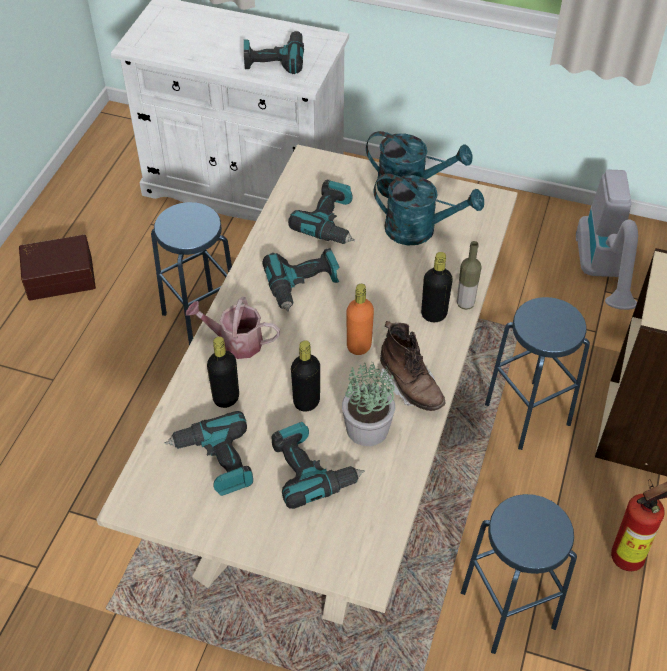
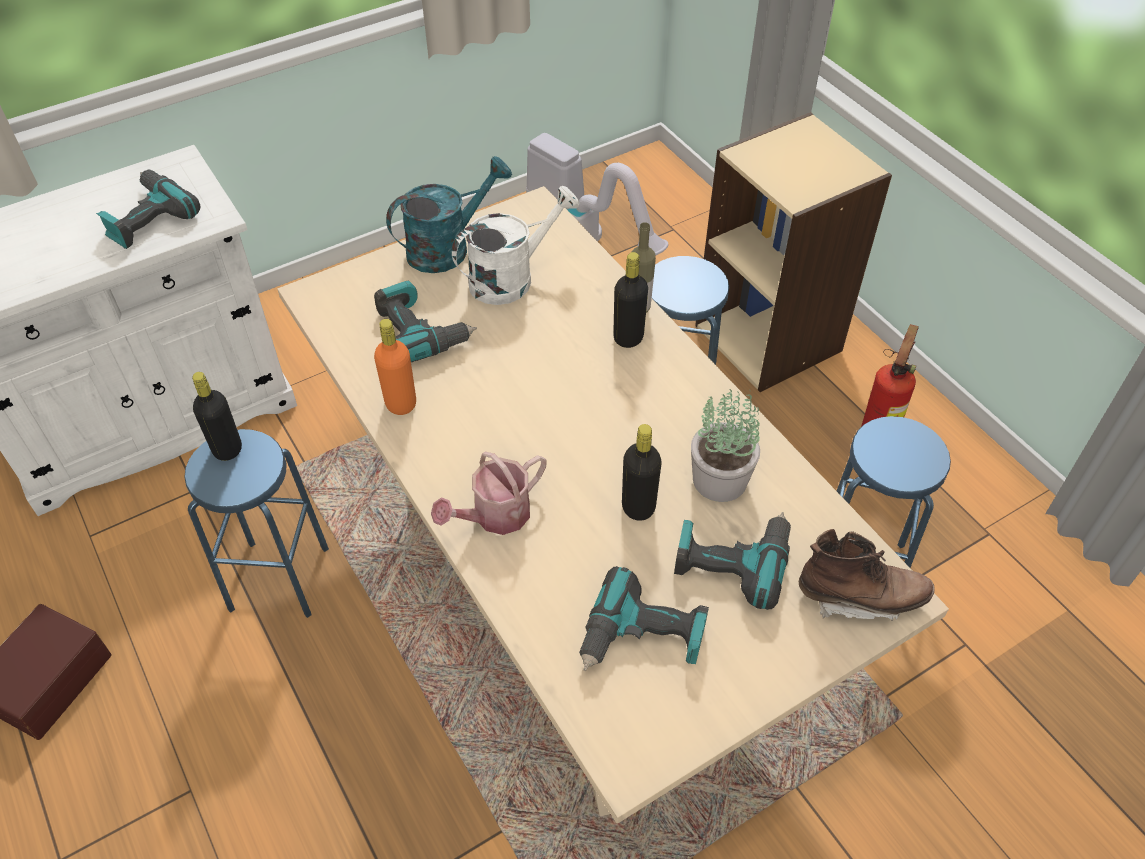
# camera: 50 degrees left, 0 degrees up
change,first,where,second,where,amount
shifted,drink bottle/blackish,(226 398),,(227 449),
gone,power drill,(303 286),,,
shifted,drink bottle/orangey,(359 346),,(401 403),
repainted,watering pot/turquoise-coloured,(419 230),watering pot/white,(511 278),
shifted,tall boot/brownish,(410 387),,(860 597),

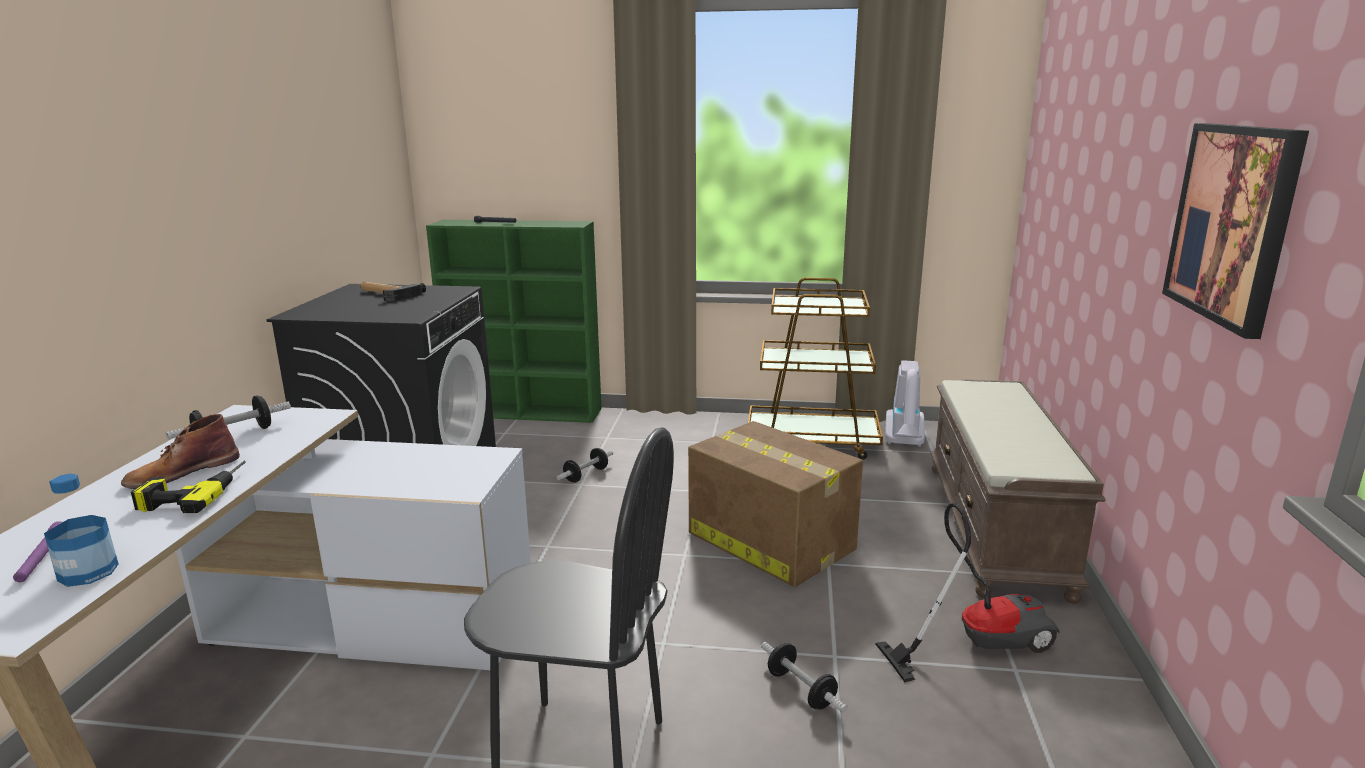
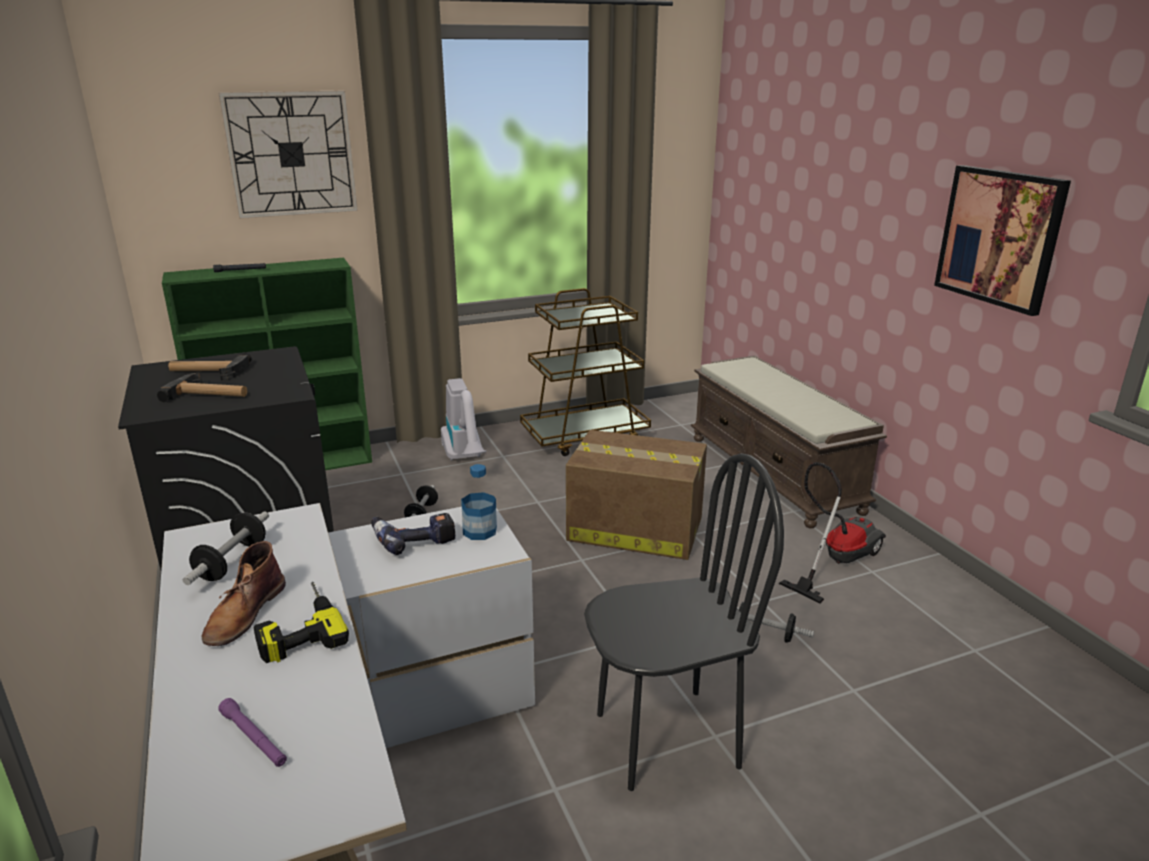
# camera: 30 degrees left, 5 degrees up
change,first,where,second,where,amount
shifted,drink bottle,(88 572),,(479 531),
shifted,vacuum,(904 445),,(465 459),
new,,,hammer,(209 394),
new,,,hanging clock,(291 154),
new,,,power drill,(414 539),

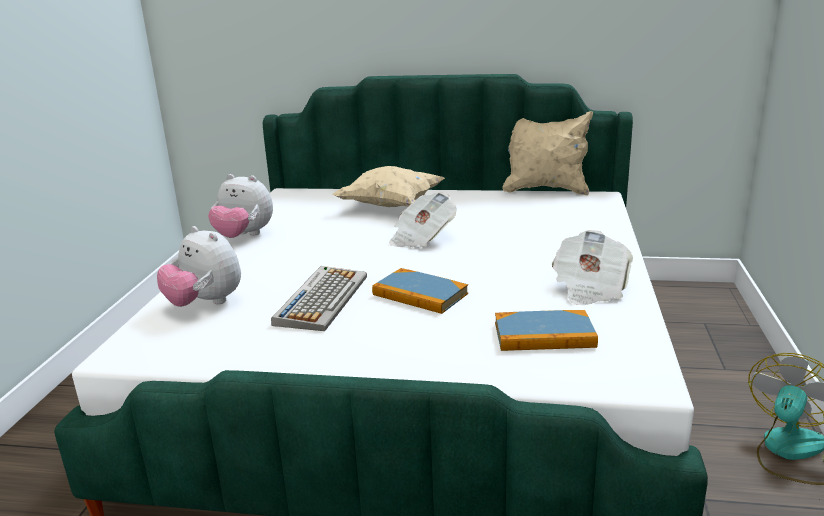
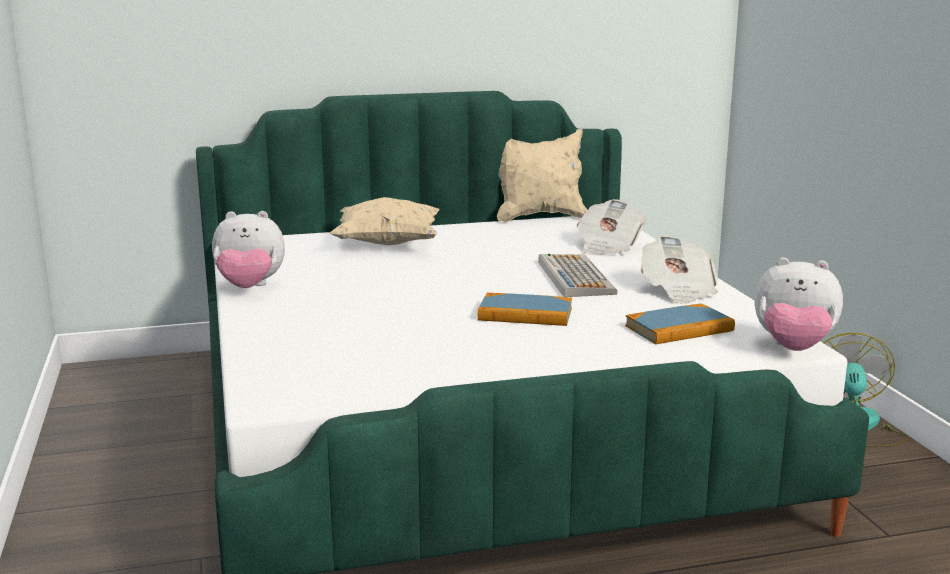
# camera: 25 degrees left, 5 degrees down
change,first,where,second,where,amount
shifted,soft toy,(205 303),,(793 348),
shifted,keyboard,(321 299),,(574 277),
shifted,newspaper,(421 238),,(607 247),

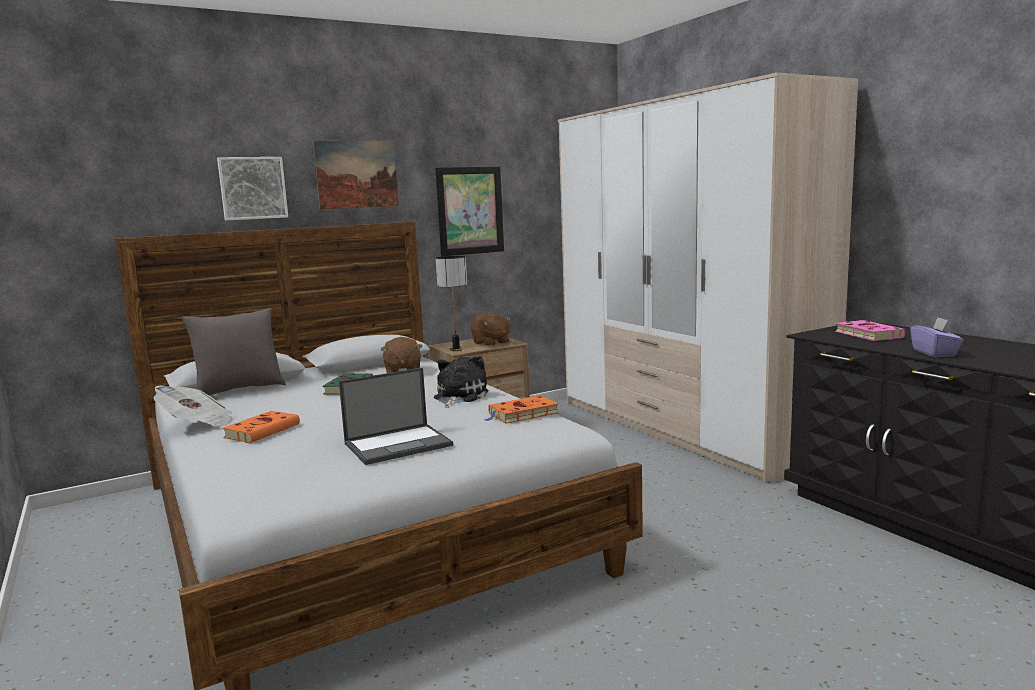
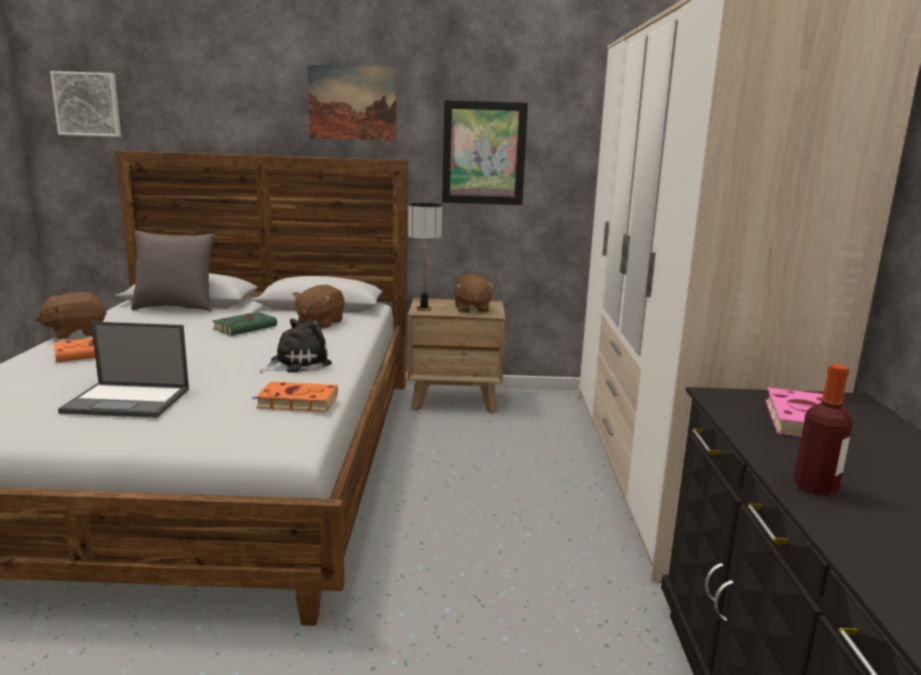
# camera: 30 degrees right, 5 degrees up
change,first,where,second,where,amount
swapped,newspaper,(197 424),soft toy/brownish,(76 333),
shifted,wall art,(252 188),,(88 104),
swapped,box of tissues/purplish,(935 353),drink bottle,(815 487),

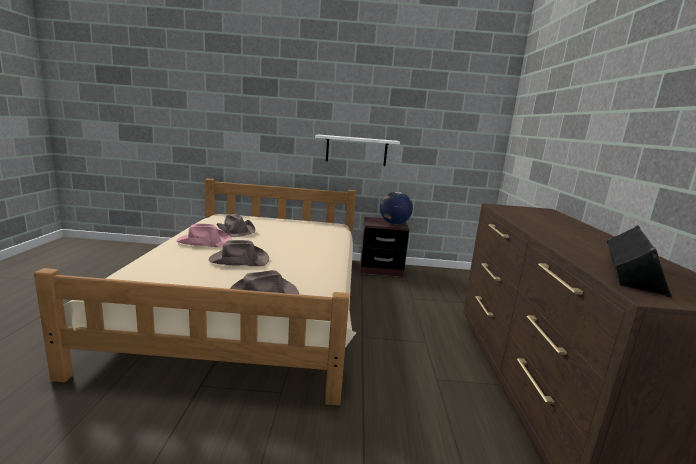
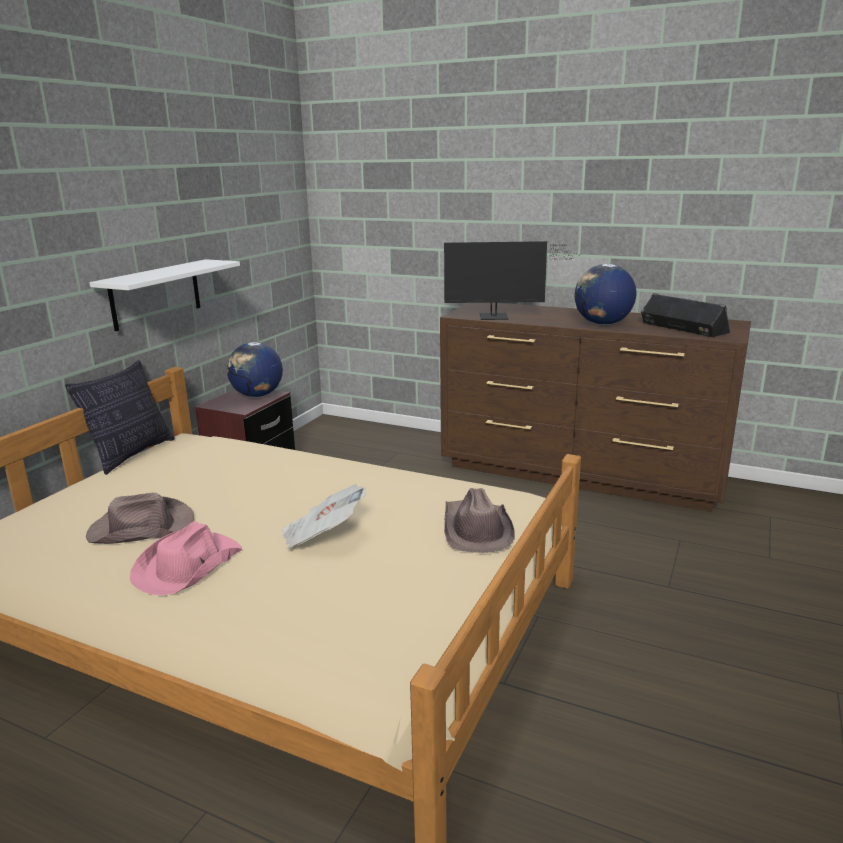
# camera: 65 degrees left, 5 degrees up
change,first,where,second,where,amount
swapped,hat/brownish,(238 260),newspaper,(322 536),
new,,,throw pillow,(131 454),
new,,,computer display,(499 317),
new,,,globe,(602 324),

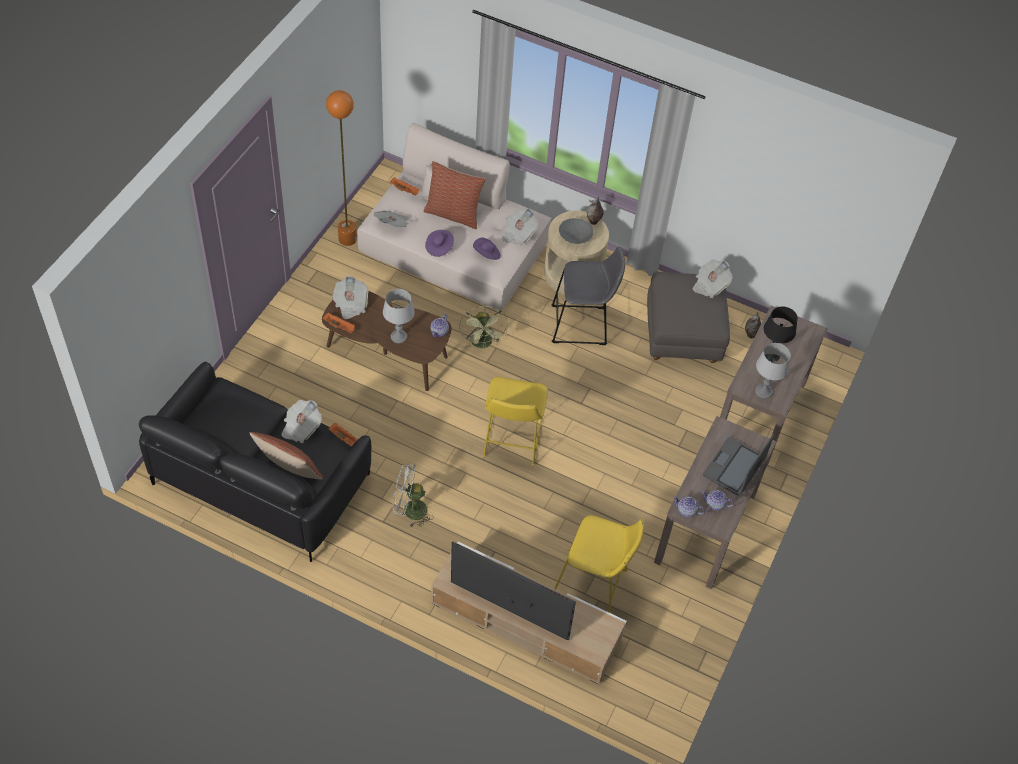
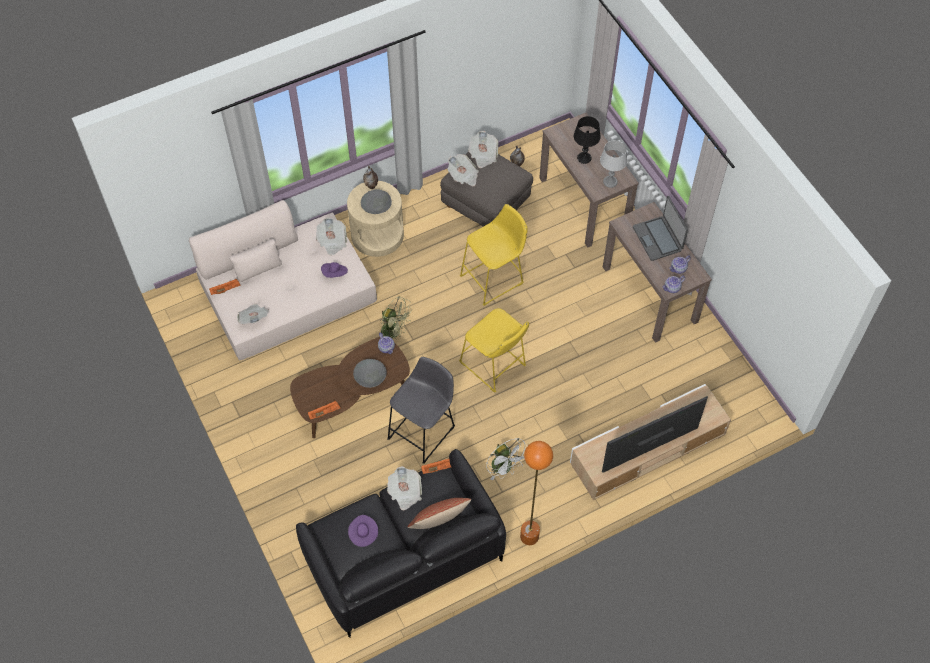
# camera: 50 degrees left, 5 degrees up
change,first,where,second,where,amount
shifted,standing lamp/orangey,(347 239),,(529 536),
shifted,newspaper,(350 304),,(463 176),
swapped,lamp for a table/greyish,(399 337),serving bowl/greyish,(370 377),
rotated,electric fan/white,(409 510),,(505 468),75 degrees counterclockwise
gone,throw pillow,(453 214),,,
shifted,hat/purplish,(439 247),,(363 534),
shifted,sitting stool/greyish,(582 326),,(424 430),
shifted,sitting stool/yellowish,(593 584),,(494 278),

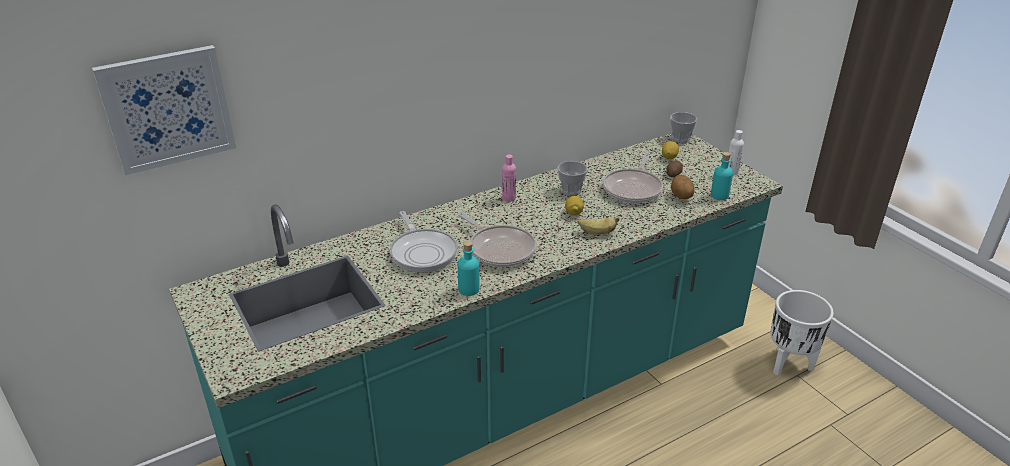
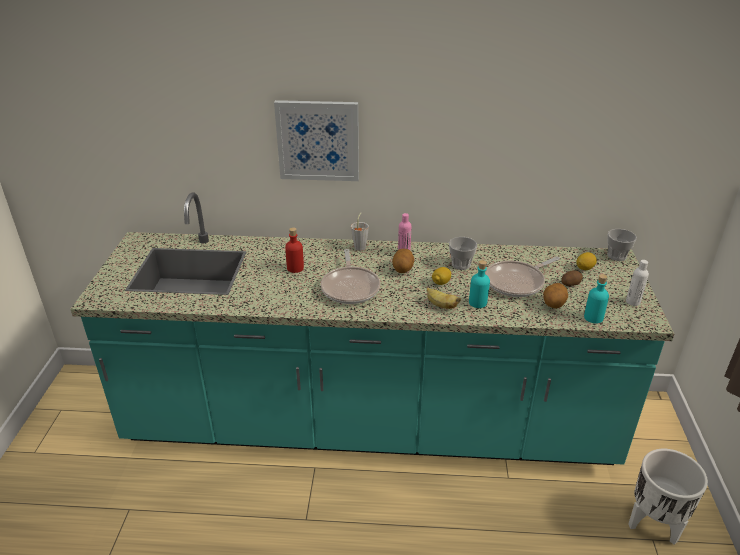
# camera: 35 degrees right, 0 degrees up
change,first,where,second,where,amount
shifted,wall art,(167 109),,(318 140),
swapped,skillet,(422 252),drink bottle/reddish,(295 268),
shifted,drink bottle/turquoise-coloured,(469 289),,(477 302),
new,,,cup/greyish,(360 246),
new,,,potato,(403 269),

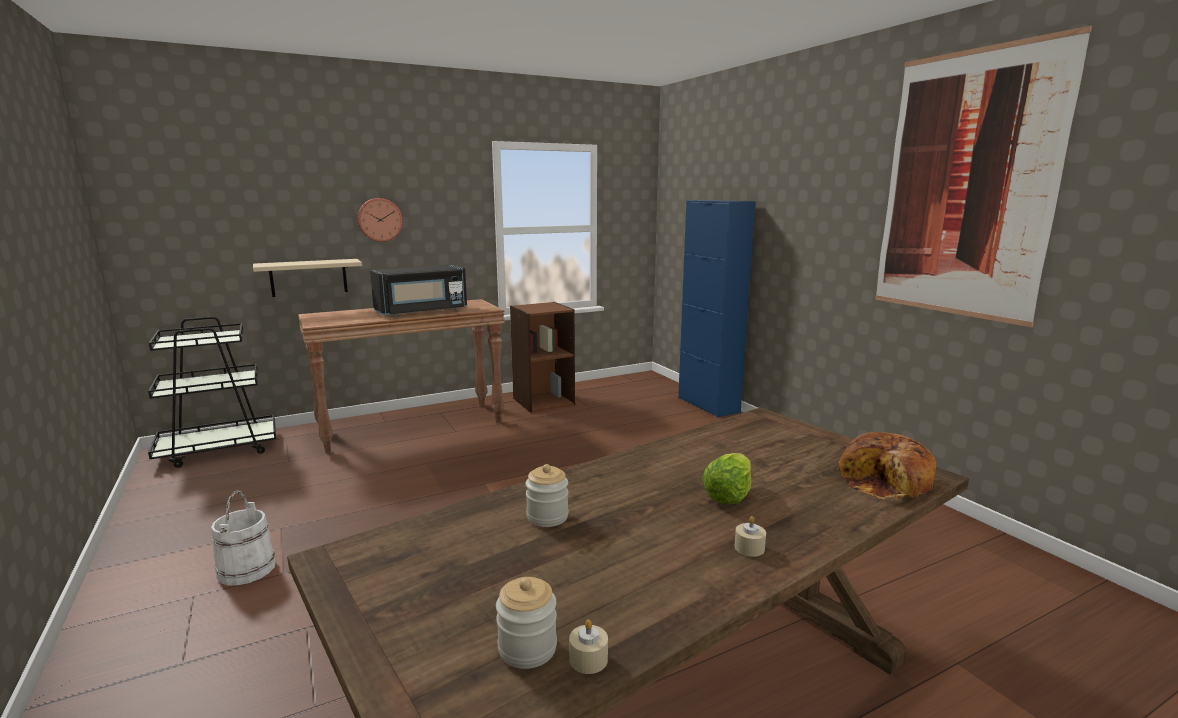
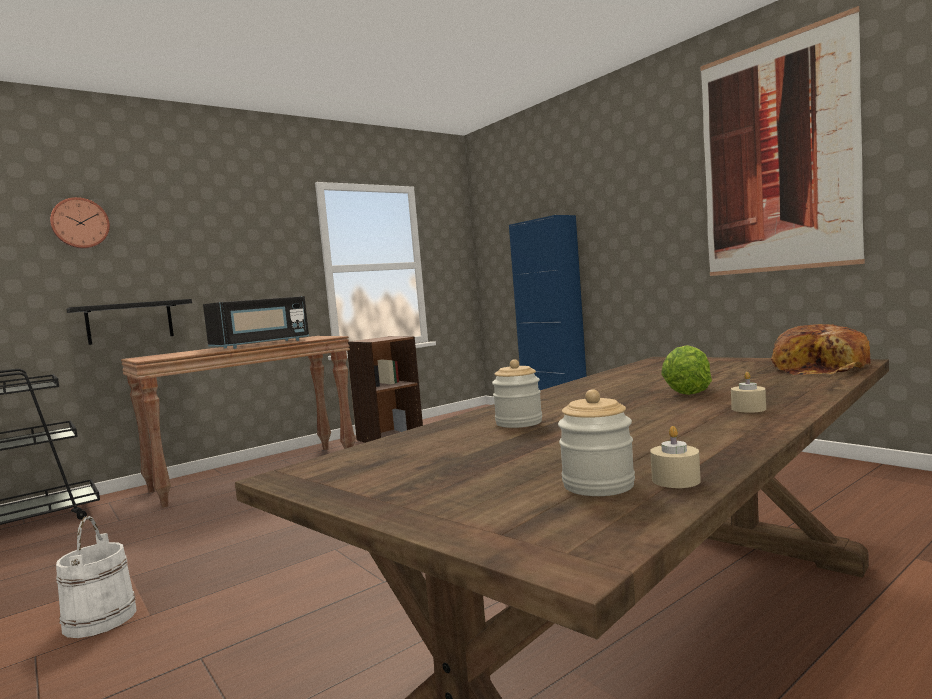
# camera: 10 degrees left, 10 degrees down
change,first,where,second,where,amount
repainted,shelf/beige-coloured,(308 277),shelf/blackish,(130 322),
shifted,hanging clock,(379 219),,(80 223),

